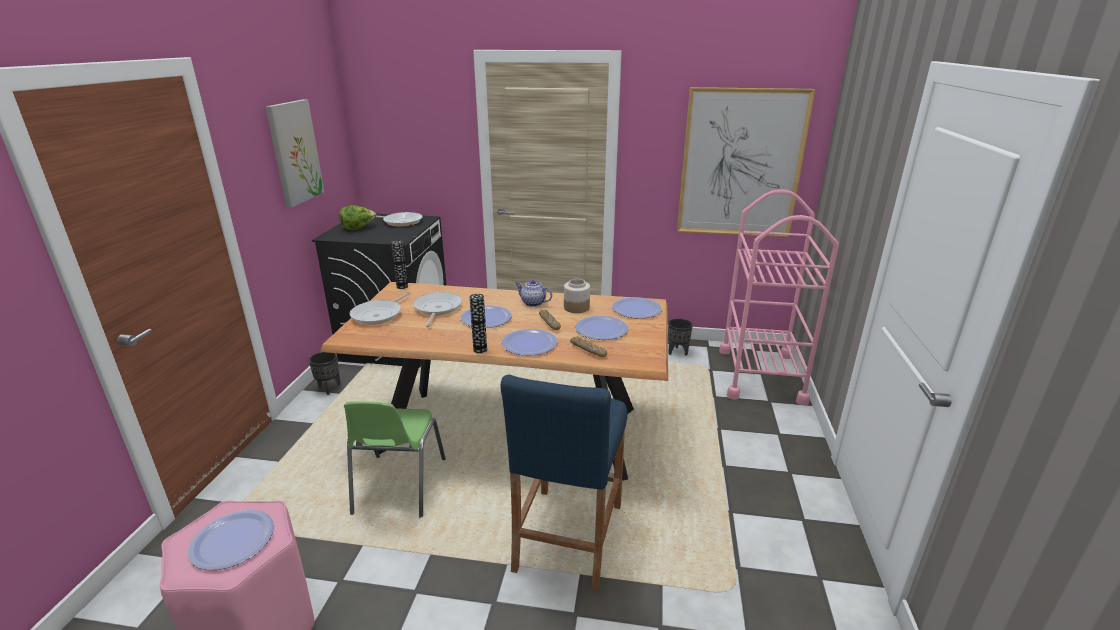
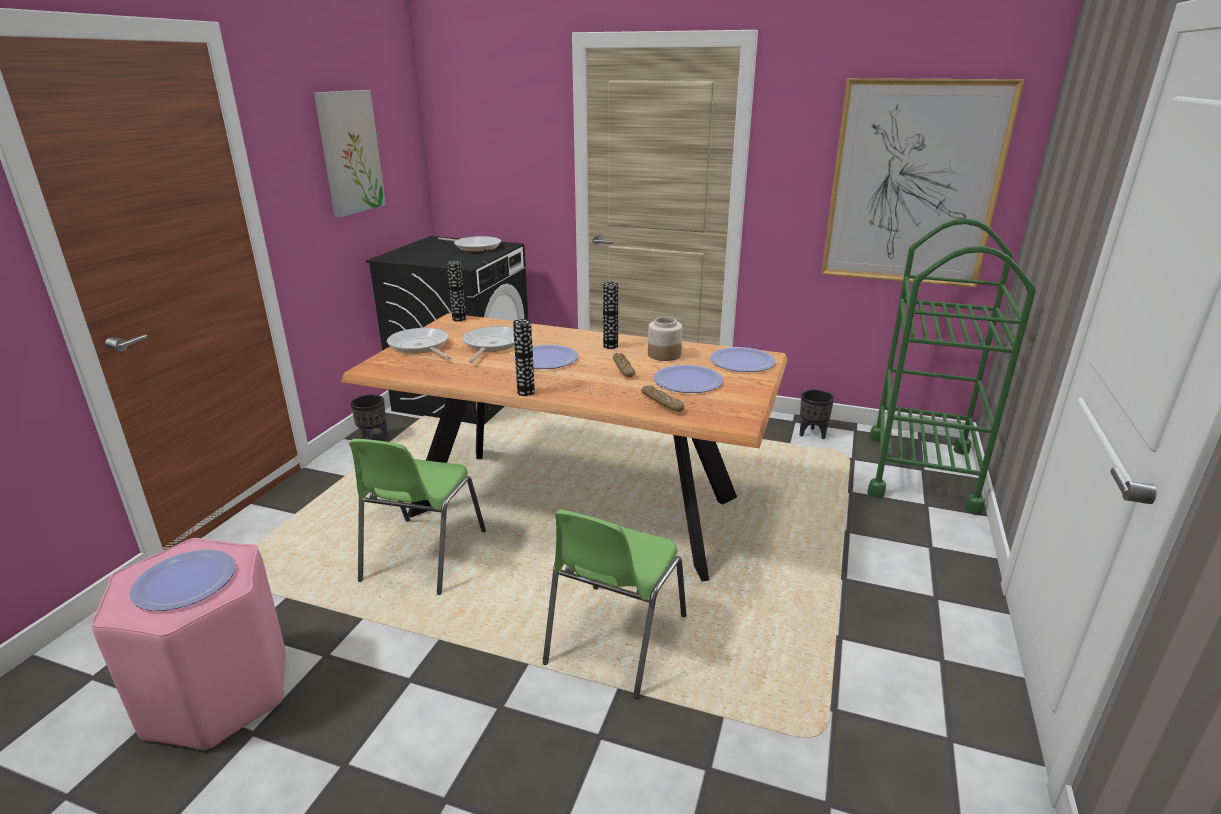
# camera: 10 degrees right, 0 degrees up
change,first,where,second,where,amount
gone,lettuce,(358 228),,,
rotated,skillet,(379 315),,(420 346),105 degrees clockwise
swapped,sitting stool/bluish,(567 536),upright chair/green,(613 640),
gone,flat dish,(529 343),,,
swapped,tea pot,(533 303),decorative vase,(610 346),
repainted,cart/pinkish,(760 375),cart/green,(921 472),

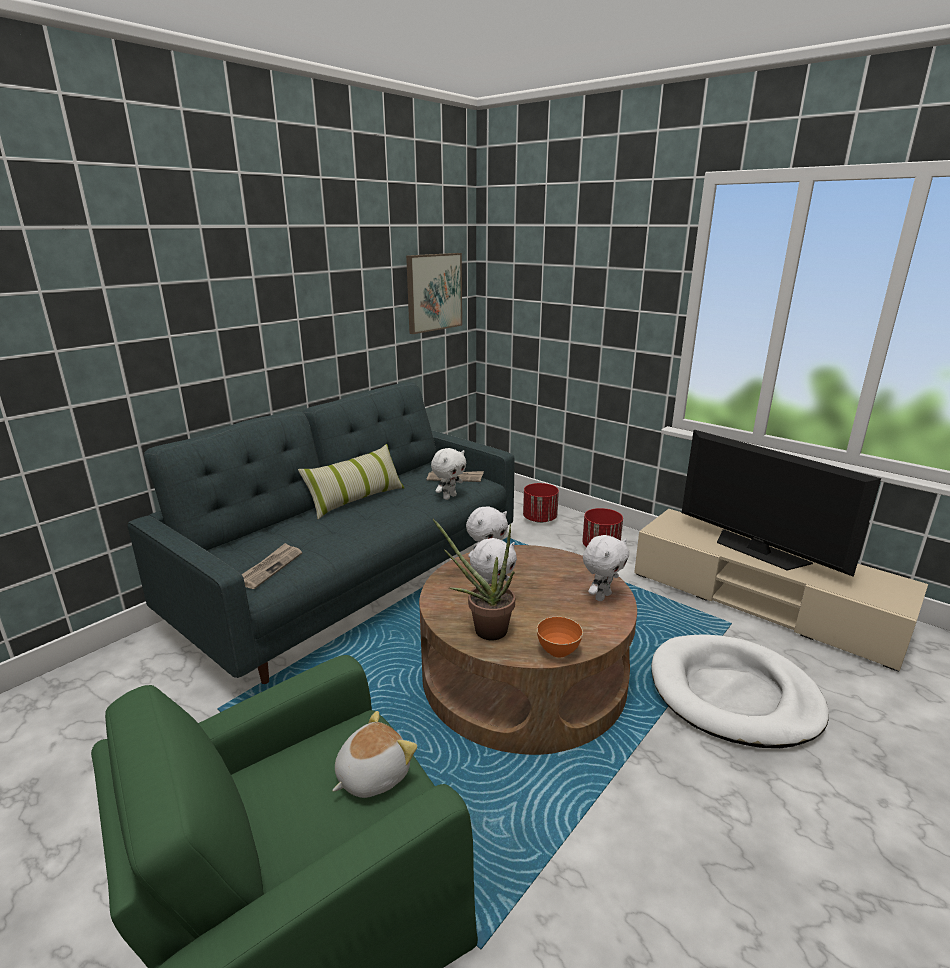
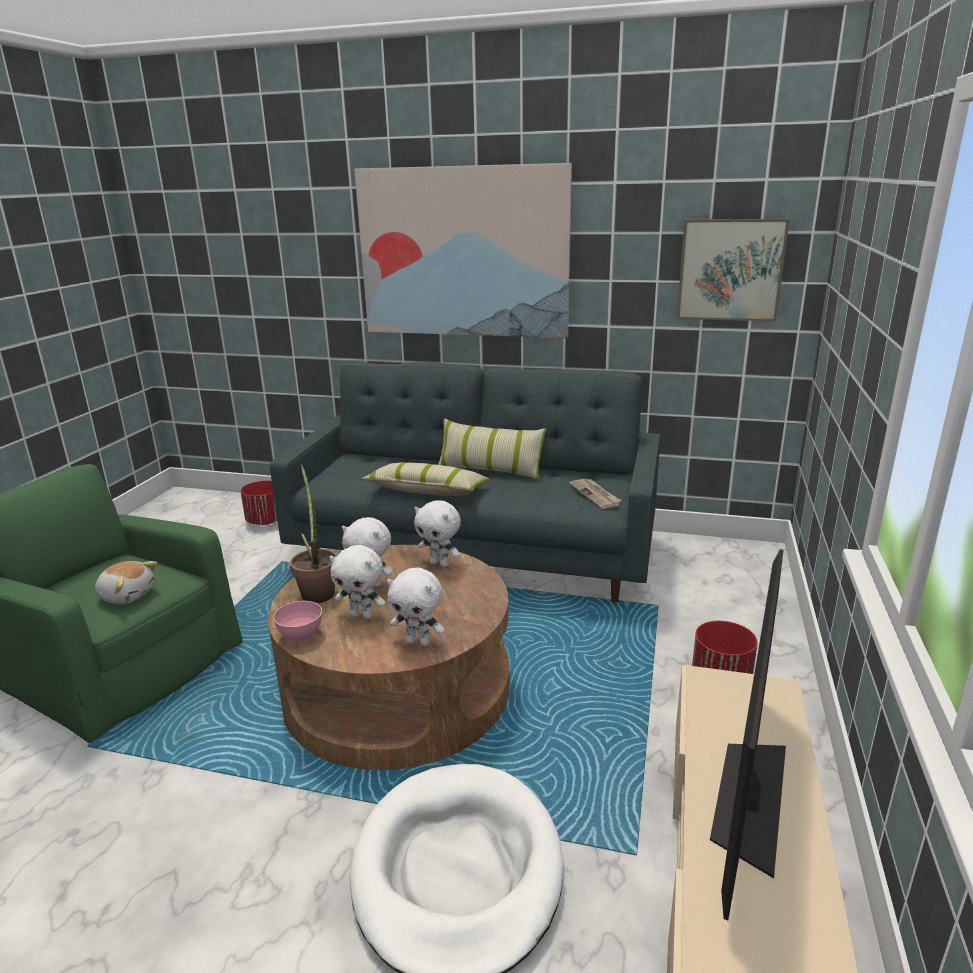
# camera: 65 degrees right, 0 degrees up
change,first,where,second,where,amount
gone,newspaper,(270 567),,,
shifted,soft toy/white,(449 497),,(362 615),
shifted,planter/reddish,(540 519),,(266 521),
repainted,serving bowl/orangey,(558 650),serving bowl/pinkish,(301 635),
new,,,wall art,(463 253),
new,,,throw pillow,(427 491),

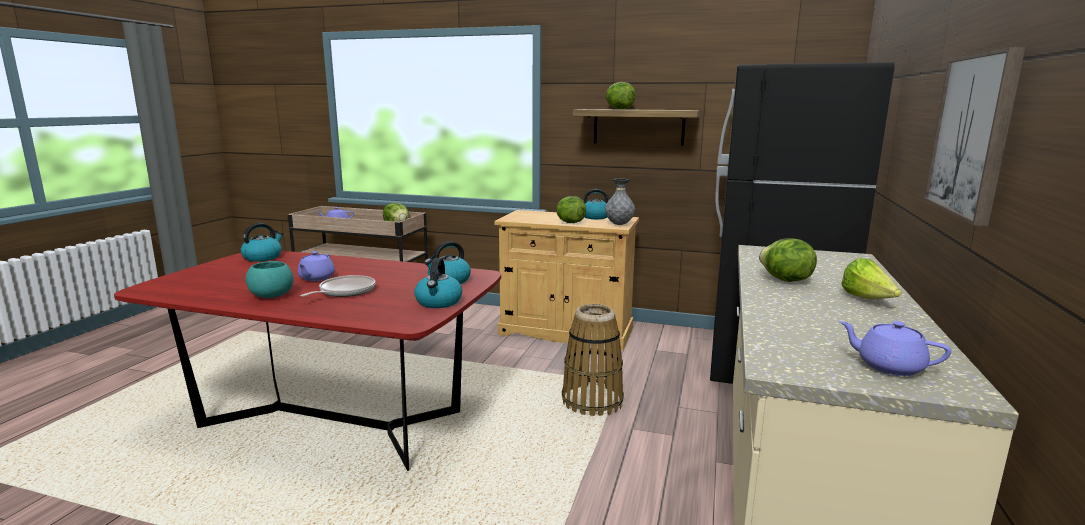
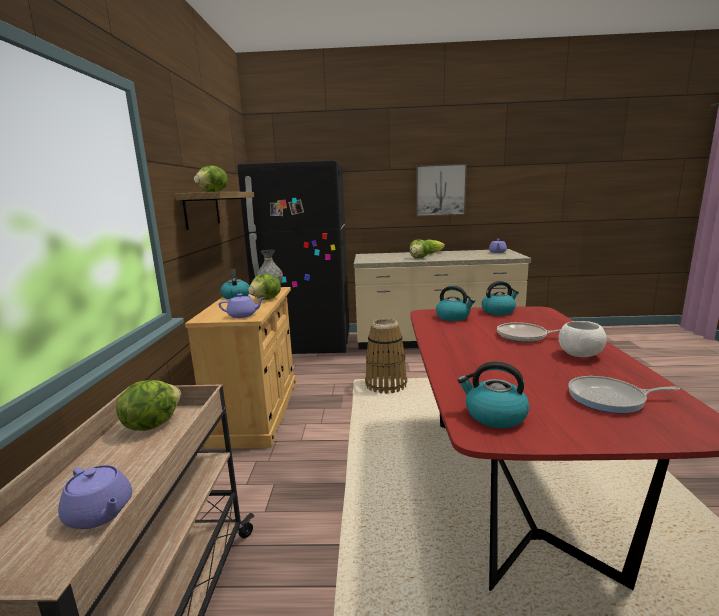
# camera: 105 degrees left, 0 degrees up
change,first,where,second,where,amount
repainted,serving bowl/turquoise-coloured,(271 296),serving bowl/white,(580 355),
shifted,tea pot/purplish,(316 278),,(243 315),
new,,,skillet,(610 399),

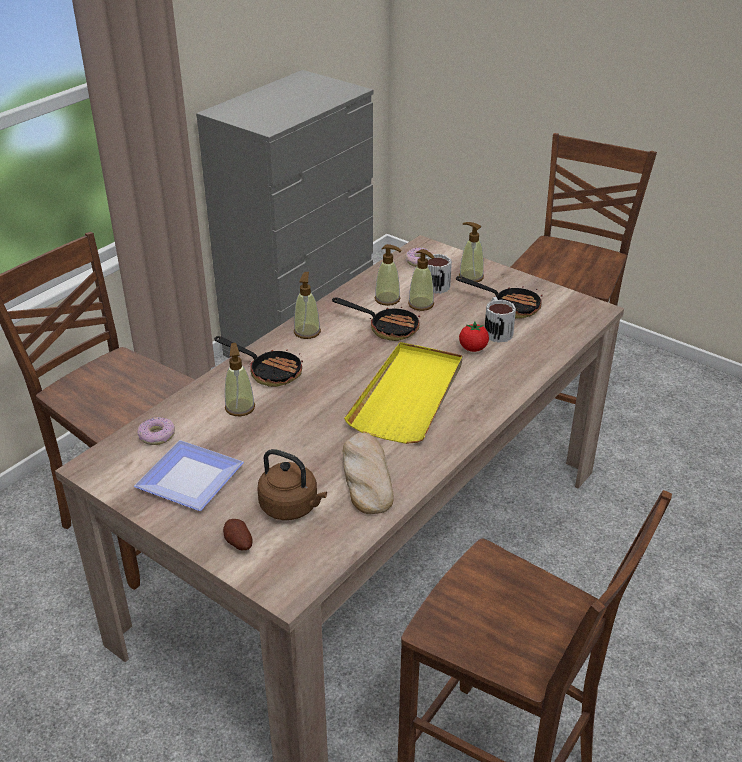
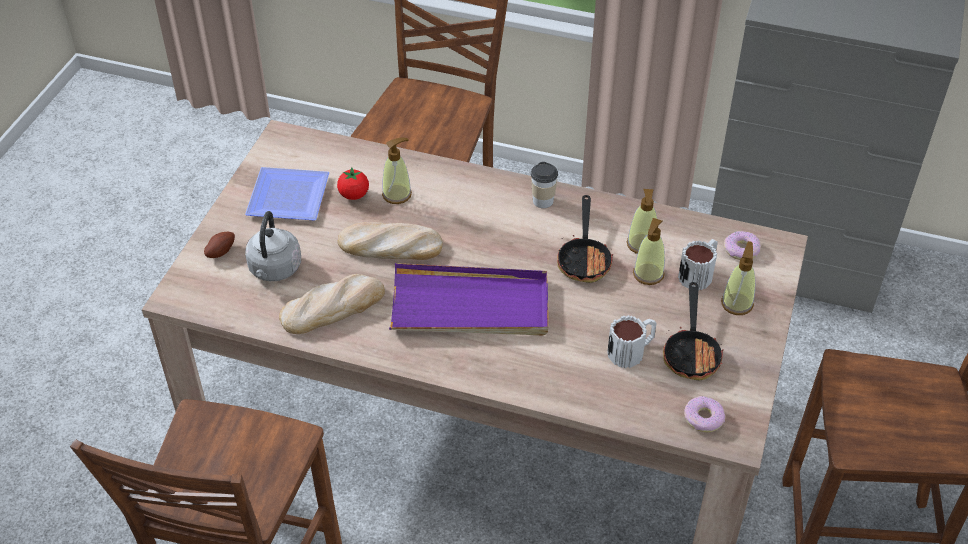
# camera: 70 degrees right, 10 degrees up
change,first,where,second,where,amount
shifted,donut,(157 436),,(703 418),
gone,skillet,(269 371),,,
repainted,tea kettle/brownish,(292 507),tea kettle/greyish,(274 270),
swapped,liquid soap bottle,(307 331),cup,(543 201),
repainted,tray/yellowish,(408 396),tray/purplish,(470 306),
shifted,fresh tomato,(473 348),,(354 195),
new,,,bread,(390 246),

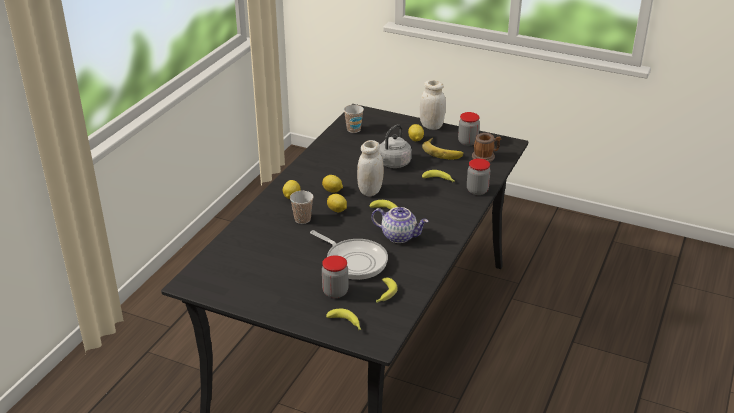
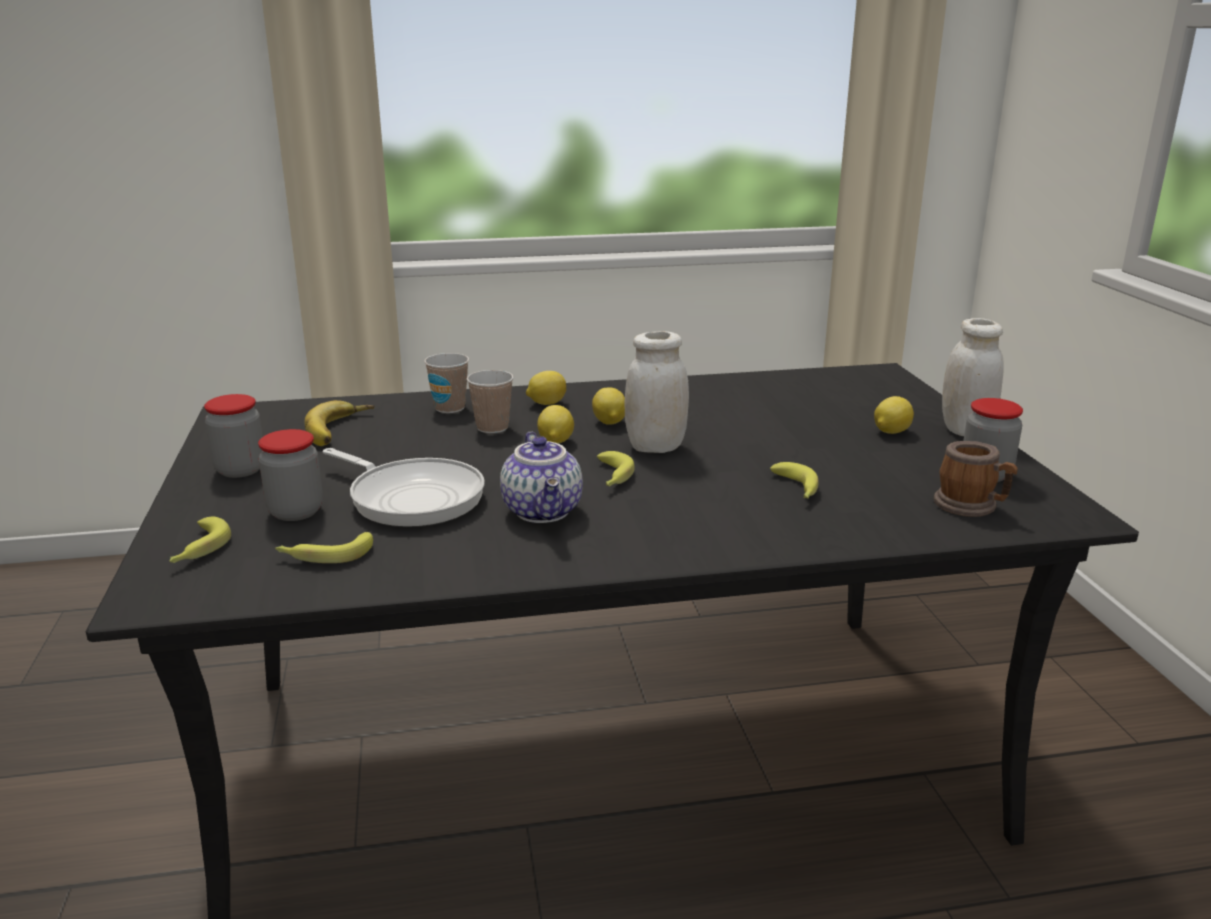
# camera: 55 degrees right, 10 degrees down
change,first,where,second,where,amount
rotated,skillet,(354 261),,(412 498),60 degrees counterclockwise
shifted,cup,(353 129),,(450 408),
gone,tea kettle/greyish,(393 164),,,
shifted,banana fruit,(443 151),,(341 430),
shifted,preserve jar,(477 190),,(240 470),

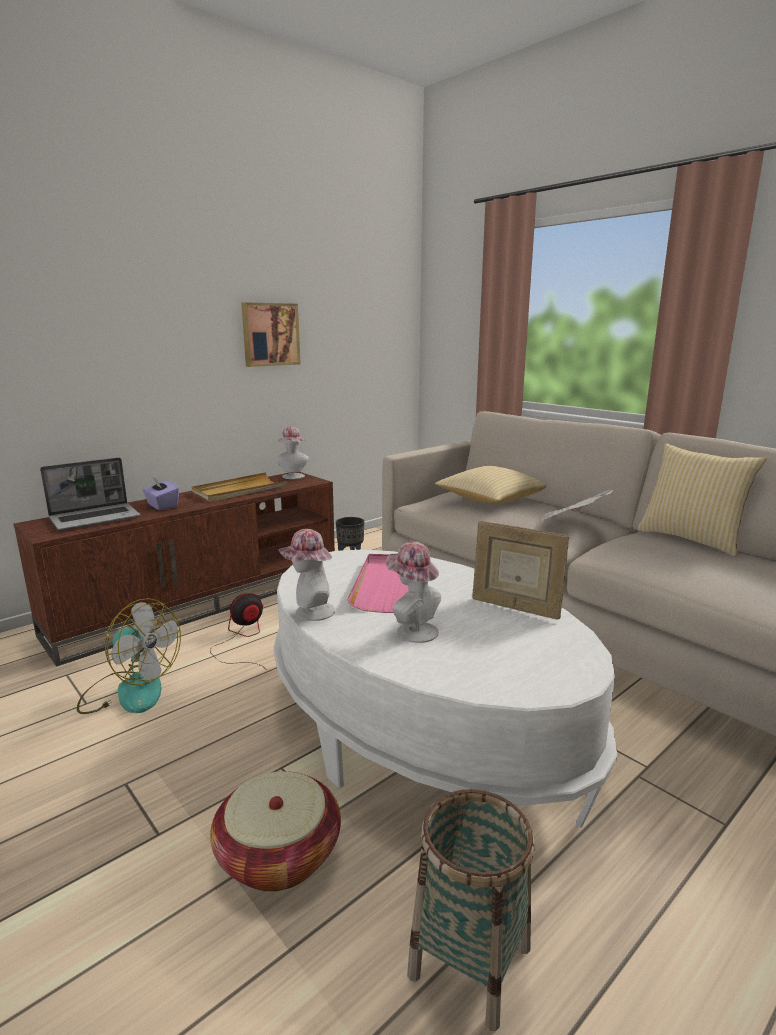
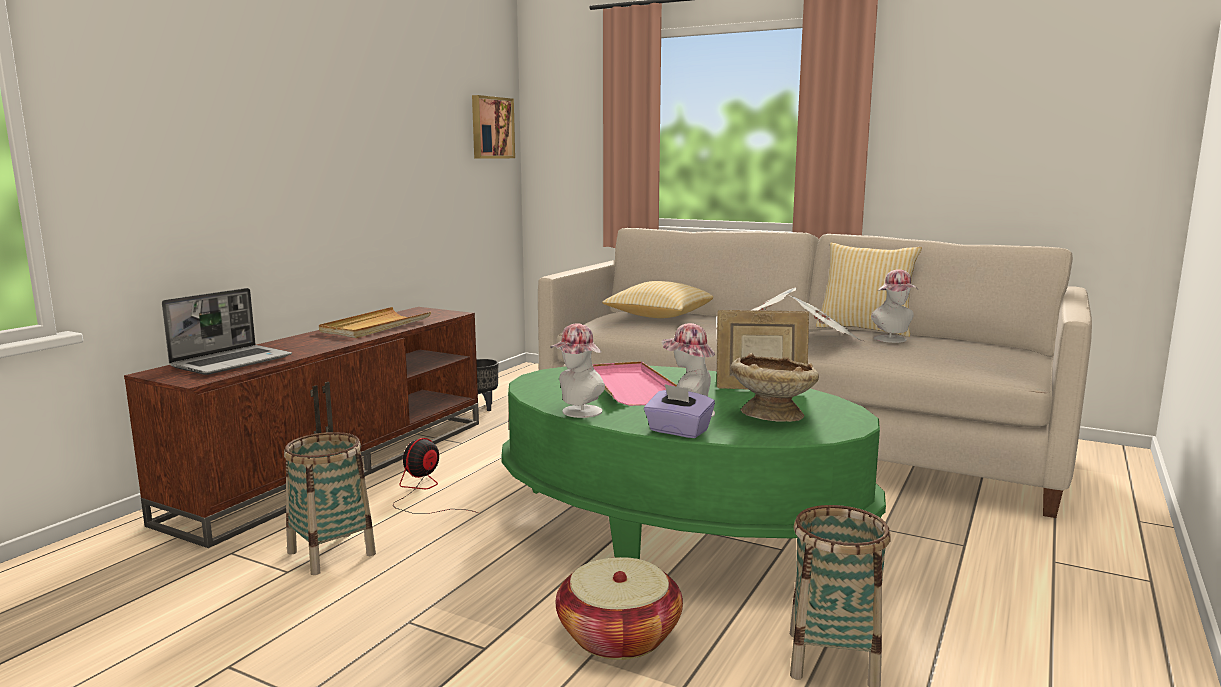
# camera: 20 degrees left, 5 degrees down
change,first,where,second,where,amount
swapped,electric fan,(130 691),storage basket,(331 553),
shifted,box of tissues/purplish,(162 506),,(678 431),
shifted,wall art,(270 334),,(491 128),
repainted,coffee table/white,(421 730),coffee table/green,(677 531),
shifted,hat,(293 477),,(893 340),
new,,,serving bowl/beige-coloured,(771 416),
new,,,newspaper,(825 338),

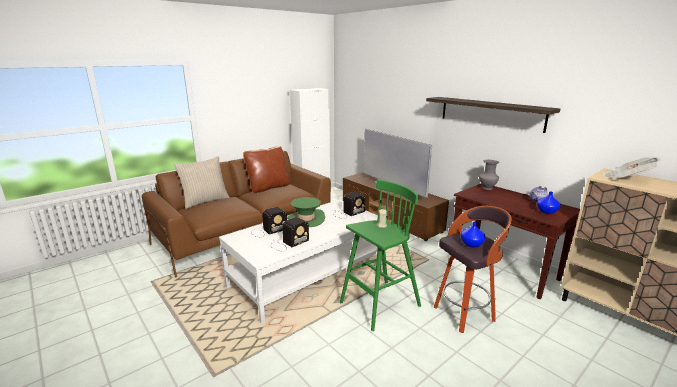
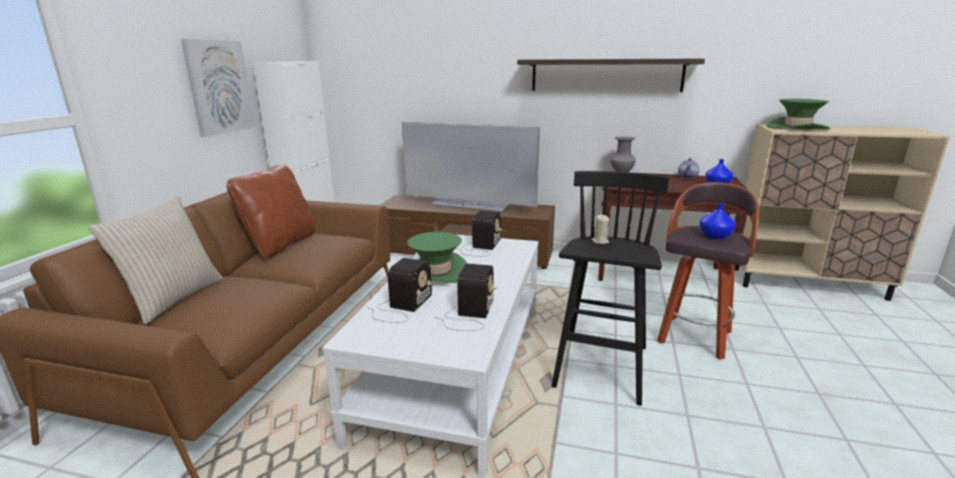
# camera: 35 degrees left, 0 degrees up
change,first,where,second,where,amount
repainted,sitting stool/green,(378 305),sitting stool/blackish,(601 368),
swapped,newspaper,(626 178),hat/green,(797 128),
new,,,wall art,(219 87),

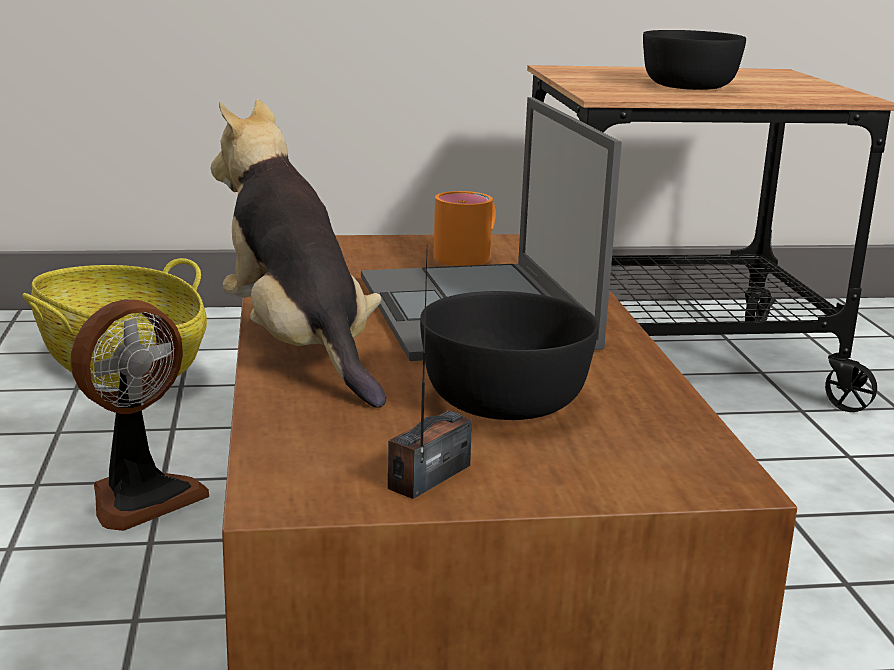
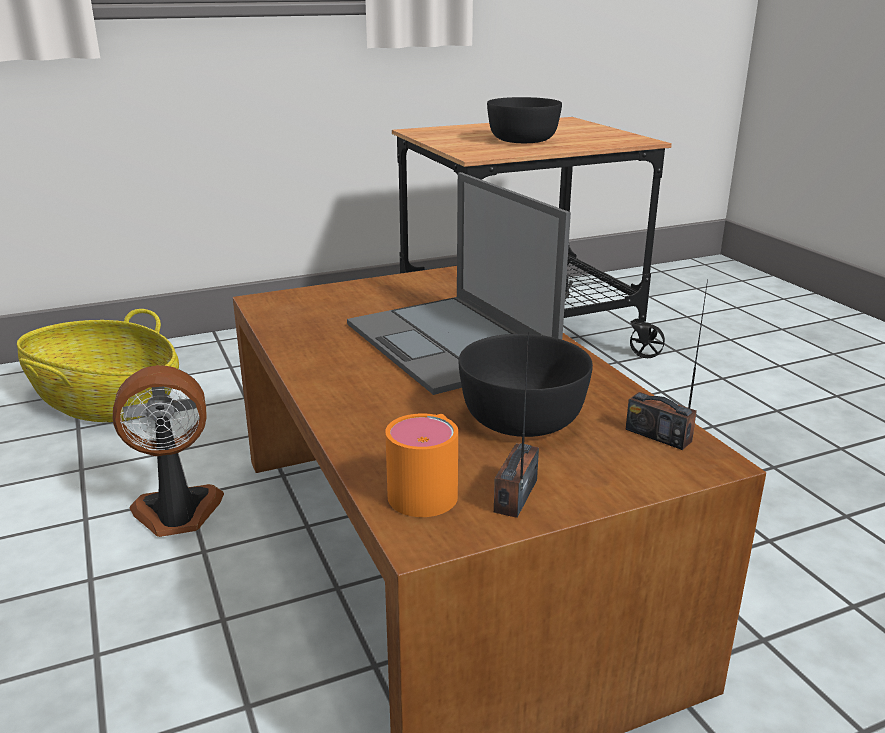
# camera: 15 degrees left, 5 degrees up
change,first,where,second,where,amount
rotated,electric fan,(140 497),,(177 514),135 degrees counterclockwise
gone,soft toy,(299 349),,,
shifted,mug/orangey,(469 255),,(428 487),
new,,,radio set,(658 435),

